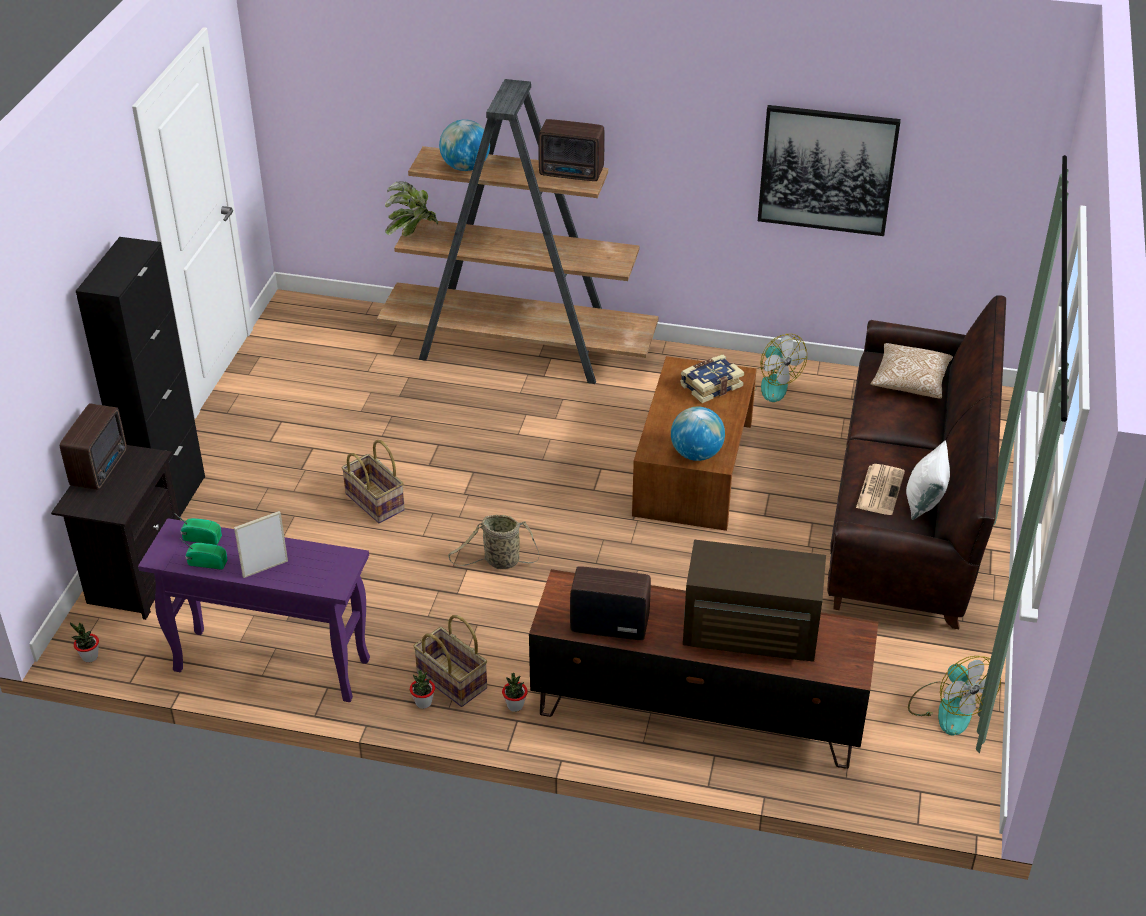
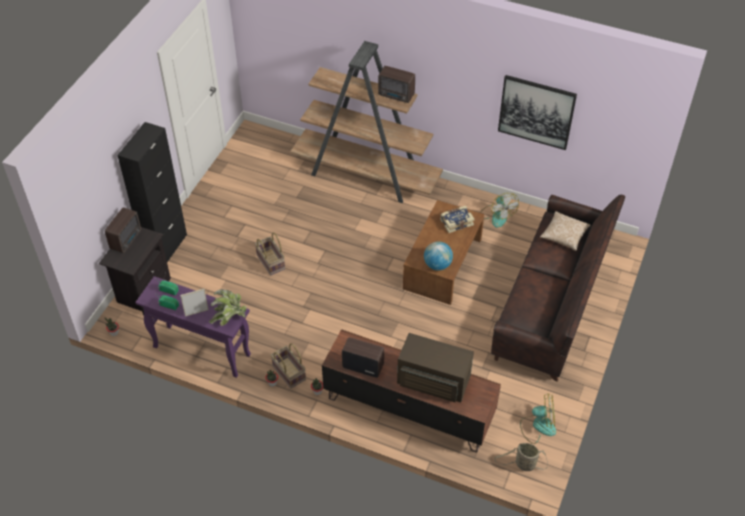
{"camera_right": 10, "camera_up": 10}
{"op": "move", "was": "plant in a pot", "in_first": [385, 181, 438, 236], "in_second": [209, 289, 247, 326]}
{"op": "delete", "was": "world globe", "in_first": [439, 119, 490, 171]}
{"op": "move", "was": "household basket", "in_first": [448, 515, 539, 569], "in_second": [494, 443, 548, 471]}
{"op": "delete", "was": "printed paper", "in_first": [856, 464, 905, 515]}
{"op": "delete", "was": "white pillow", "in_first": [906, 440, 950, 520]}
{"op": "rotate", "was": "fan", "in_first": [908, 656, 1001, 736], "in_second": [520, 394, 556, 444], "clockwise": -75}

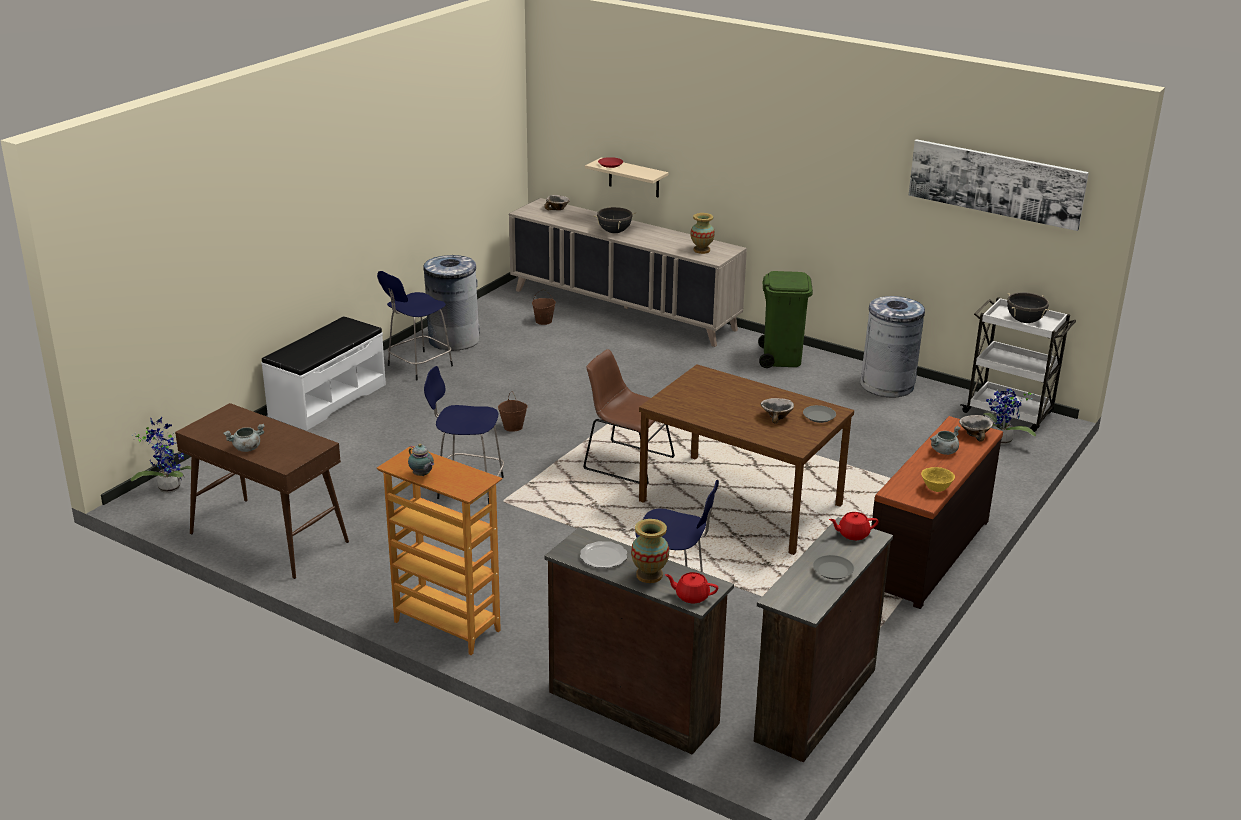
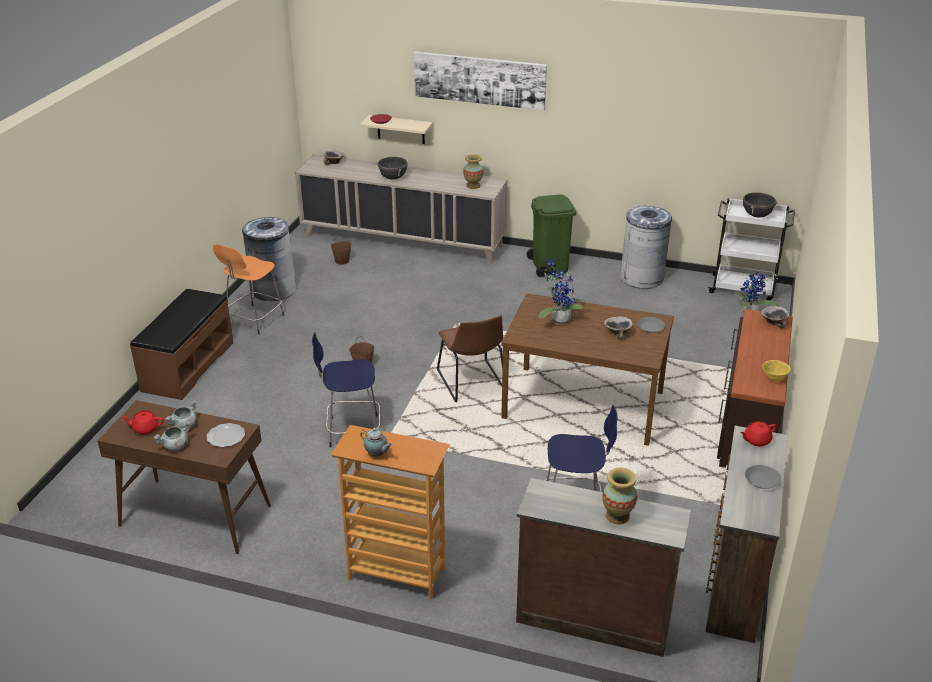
{"camera_right": -15, "camera_up": 5}
{"op": "move", "was": "plant in a pot", "in_first": [131, 417, 191, 493], "in_second": [539, 259, 586, 325]}
{"op": "recolor", "was": "white bench", "now": "brown-coloured bench", "in_first": [261, 316, 386, 431], "in_second": [130, 289, 234, 400]}
{"op": "recolor", "was": "blue-coloured sitting stool", "now": "orange sitting stool", "in_first": [377, 271, 453, 381], "in_second": [213, 244, 284, 334]}
{"op": "move", "was": "dinner plate", "in_first": [580, 541, 627, 568], "in_second": [206, 423, 245, 447]}
{"op": "rotate", "was": "brown-coloured chair", "in_first": [583, 349, 675, 485], "in_second": [437, 315, 503, 402], "clockwise": -120}
{"op": "move", "was": "reddish teapot", "in_first": [665, 572, 718, 603], "in_second": [121, 411, 164, 435]}
{"op": "move", "was": "wall picture", "in_first": [908, 139, 1089, 231], "in_second": [414, 52, 547, 111]}
{"op": "move", "was": "grey saucepot", "in_first": [930, 426, 960, 455], "in_second": [165, 400, 197, 429]}

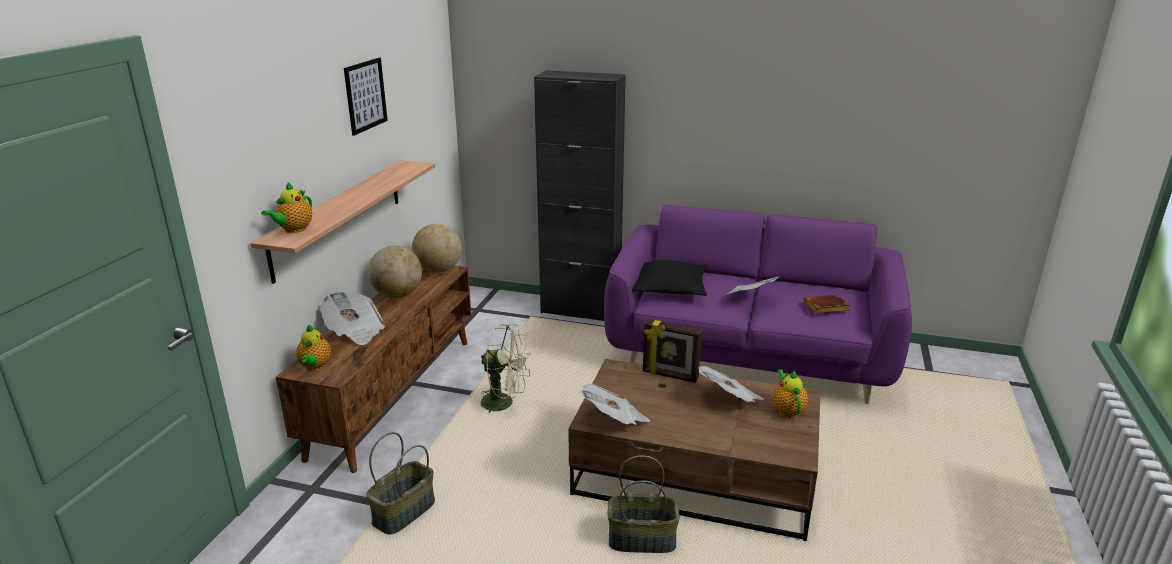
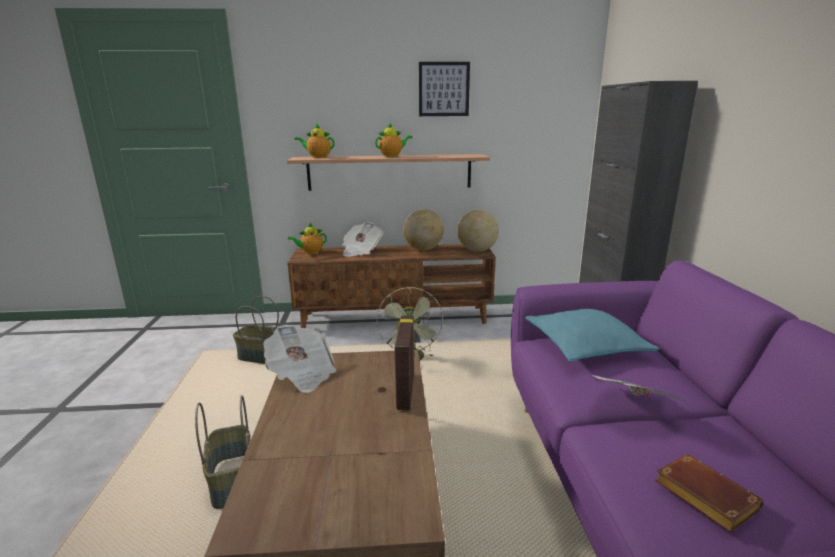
{"camera_right": 70, "camera_up": -5}
{"op": "recolor", "was": "black-coloured pillow", "now": "turquoise pillow", "in_first": [632, 260, 707, 296], "in_second": [525, 309, 659, 362]}
{"op": "delete", "was": "printed paper", "in_first": [698, 366, 764, 403]}
{"op": "move", "was": "teapot", "in_first": [773, 369, 808, 418], "in_second": [375, 122, 412, 157]}

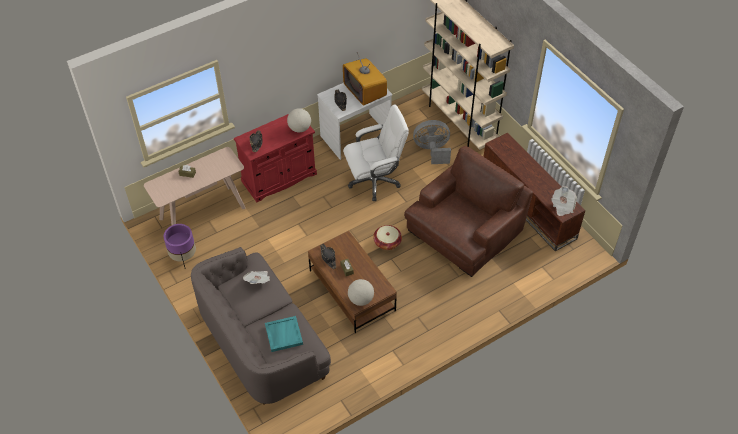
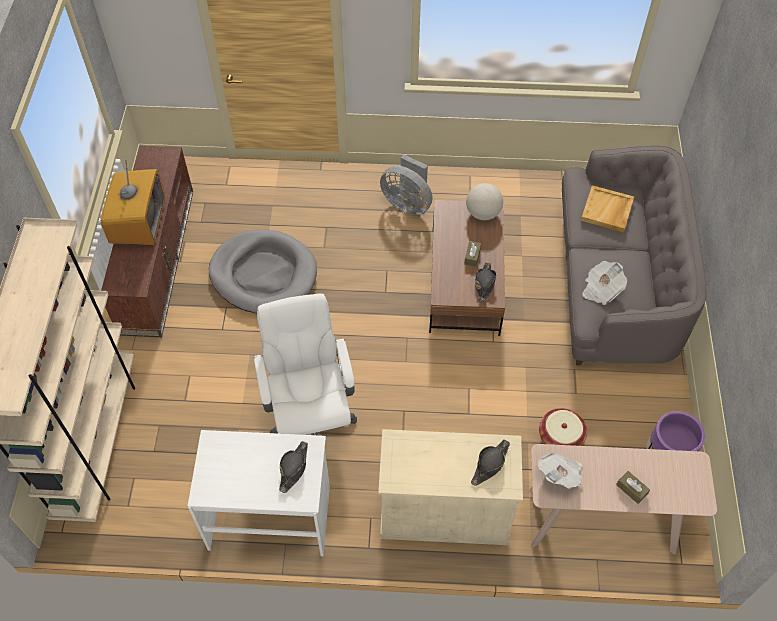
{"camera_right": -145, "camera_up": 5}
{"op": "recolor", "was": "reddish cupboard", "now": "sand-coloured cupboard", "in_first": [234, 114, 317, 202], "in_second": [378, 429, 523, 545]}
{"op": "recolor", "was": "turquoise serving tray", "now": "sand-coloured serving tray", "in_first": [265, 316, 303, 352], "in_second": [581, 185, 634, 232]}
{"op": "delete", "was": "world globe", "in_first": [287, 108, 311, 132]}
{"op": "move", "was": "television", "in_first": [343, 52, 387, 106], "in_second": [101, 160, 165, 245]}
{"op": "rotate", "was": "white office chair", "in_first": [343, 104, 409, 201], "in_second": [254, 294, 357, 435], "clockwise": 60}
{"op": "move", "was": "household basket", "in_first": [373, 225, 402, 250], "in_second": [539, 408, 587, 446]}
{"op": "replace", "was": "brown-coloured lounge chair", "now": "grey pet bed", "in_first": [404, 146, 533, 277], "in_second": [209, 230, 317, 313]}
{"op": "move", "was": "grey fan", "in_first": [413, 120, 451, 164], "in_second": [380, 154, 433, 215]}
{"op": "move", "was": "printed paper", "in_first": [551, 186, 577, 216], "in_second": [538, 452, 583, 488]}

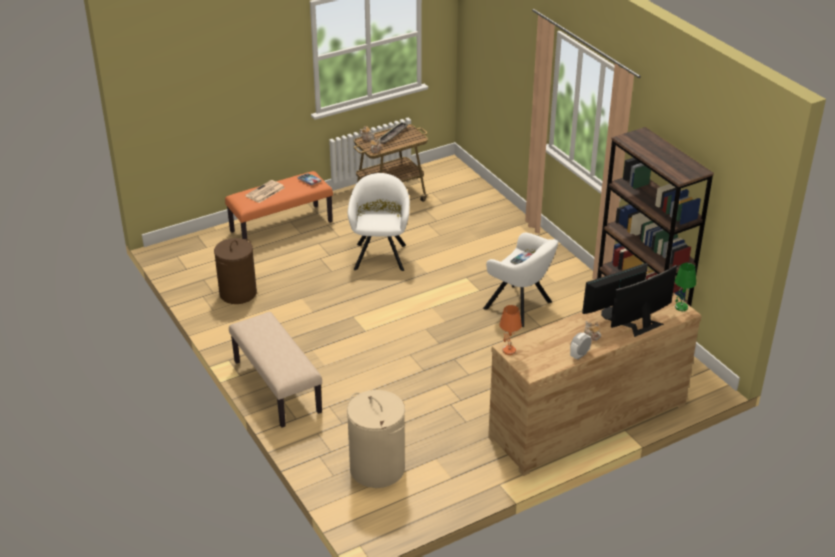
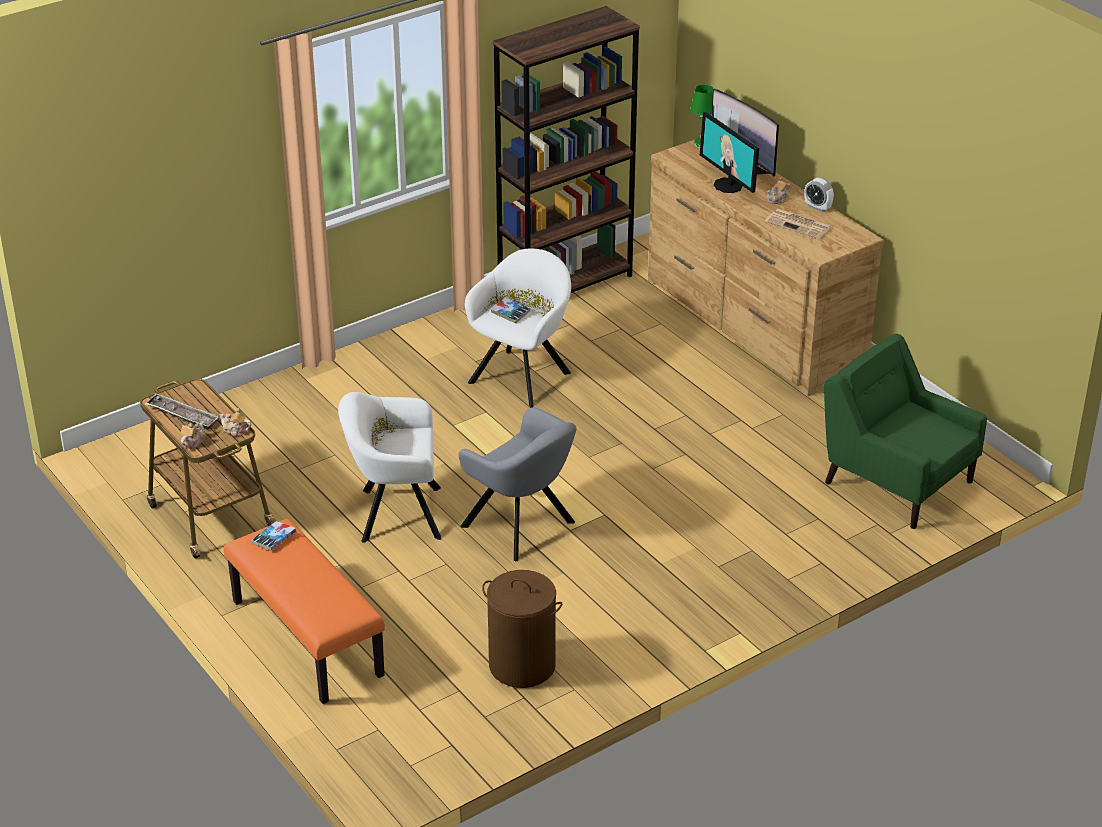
{"camera_right": -95, "camera_up": 0}
{"op": "delete", "was": "sand-coloured bench", "in_first": [229, 312, 322, 428]}
{"op": "move", "was": "printed paper", "in_first": [245, 180, 285, 203], "in_second": [765, 209, 832, 239]}
{"op": "replace", "was": "sand-coloured laundry basket", "now": "green lounge chair", "in_first": [347, 390, 405, 488], "in_second": [824, 334, 987, 529]}
{"op": "delete", "was": "orange lamp for a table", "in_first": [499, 305, 522, 355]}
{"op": "insert", "now": "grey lounge chair", "in_second": [459, 407, 577, 561]}

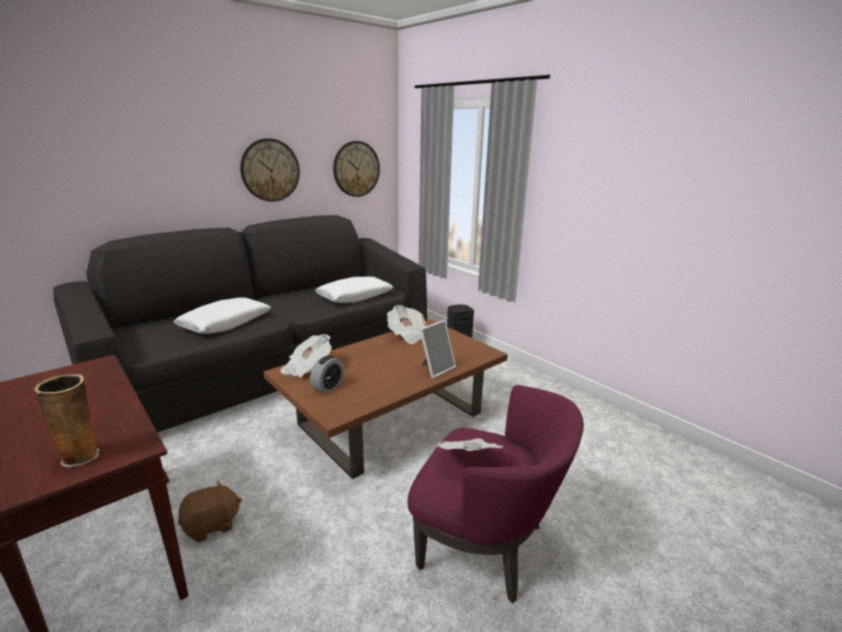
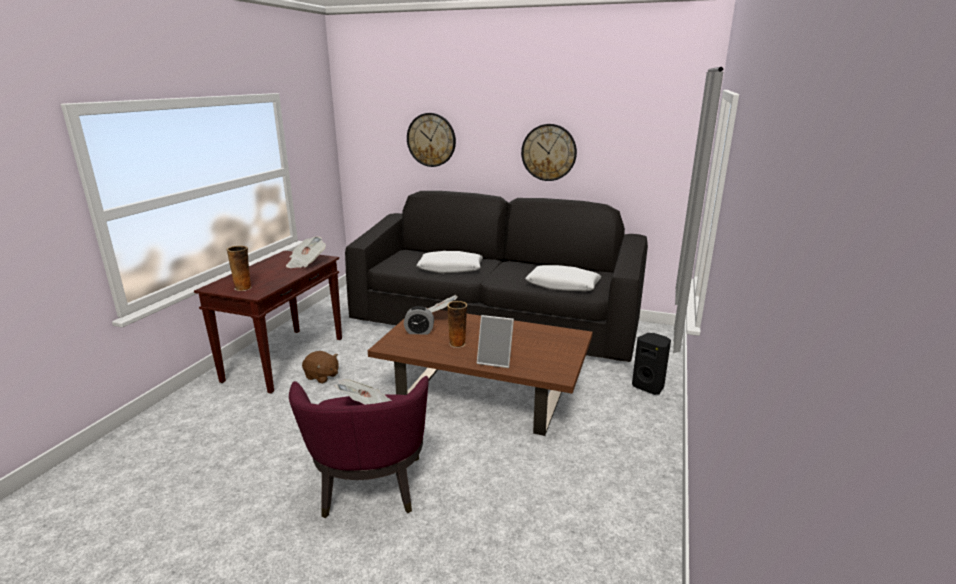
{"camera_right": 60, "camera_up": 0}
{"op": "move", "was": "wall clock", "in_first": [333, 141, 380, 197], "in_second": [407, 113, 456, 167]}
{"op": "move", "was": "printed paper", "in_first": [387, 305, 426, 344], "in_second": [286, 236, 326, 268]}
{"op": "insert", "now": "decorative vase", "in_second": [447, 301, 467, 348]}

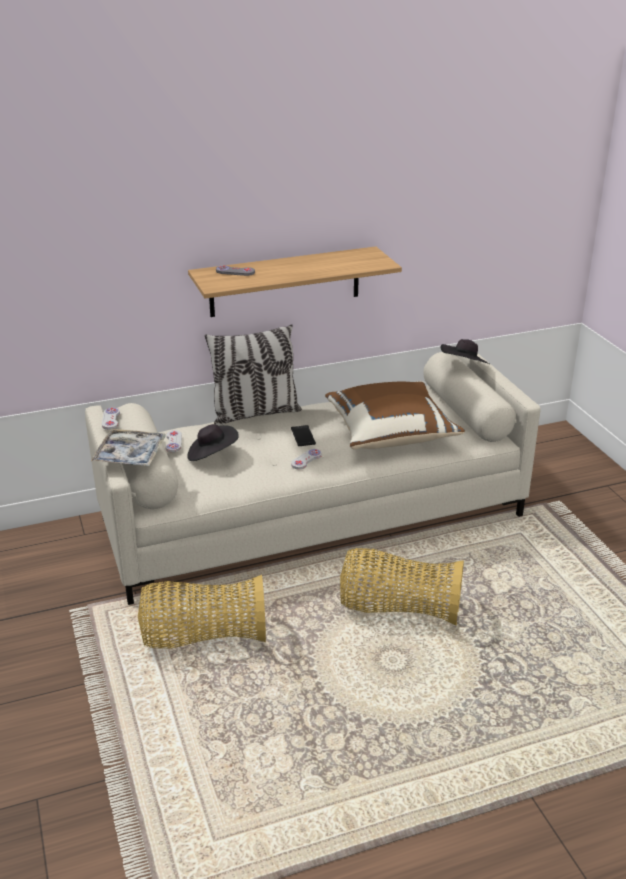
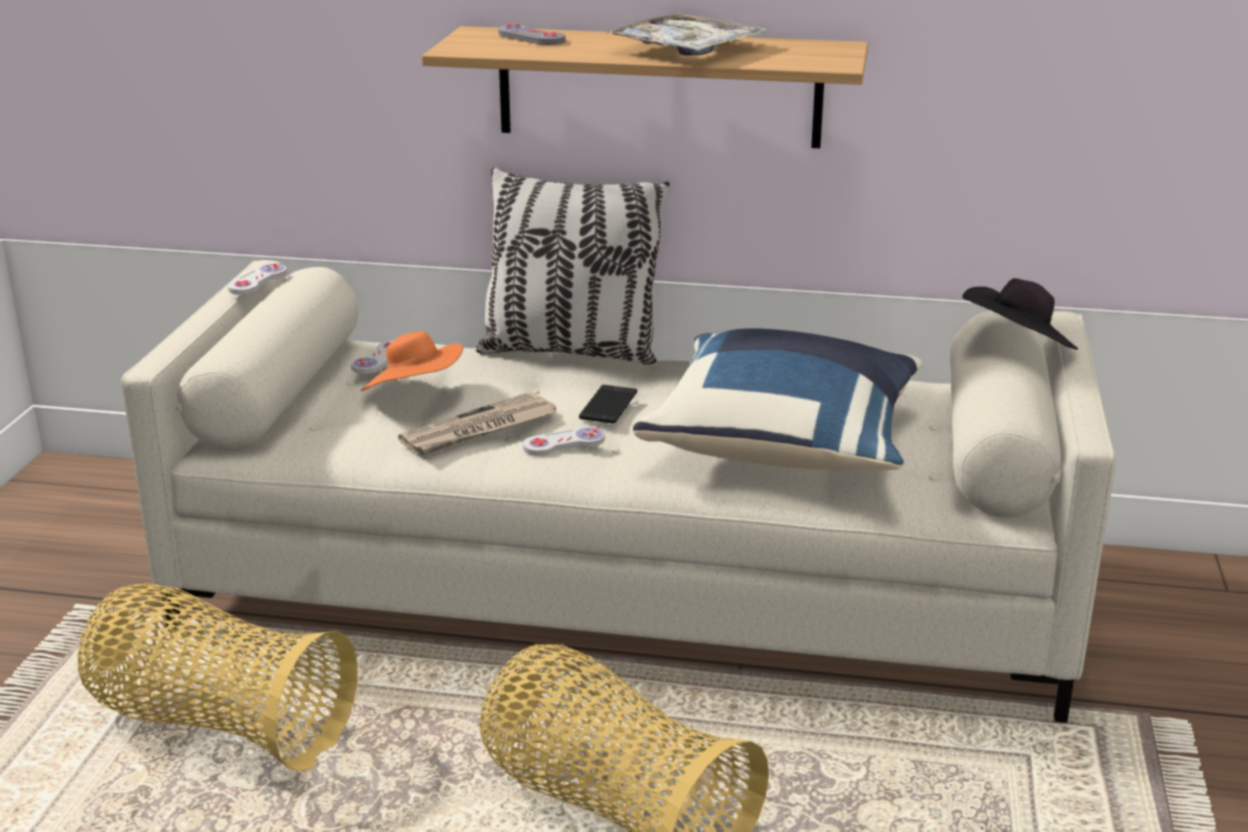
{"camera_right": 30, "camera_up": -5}
{"op": "move", "was": "serving tray", "in_first": [91, 429, 166, 466], "in_second": [604, 13, 767, 55]}
{"op": "recolor", "was": "black-coloured clothing hat", "now": "orange clothing hat", "in_first": [187, 424, 239, 461], "in_second": [361, 331, 463, 392]}
{"op": "recolor", "was": "brown-coloured pillow", "now": "blue-coloured pillow", "in_first": [325, 381, 465, 450], "in_second": [633, 328, 922, 470]}
{"op": "insert", "now": "printed paper", "in_second": [398, 392, 556, 456]}

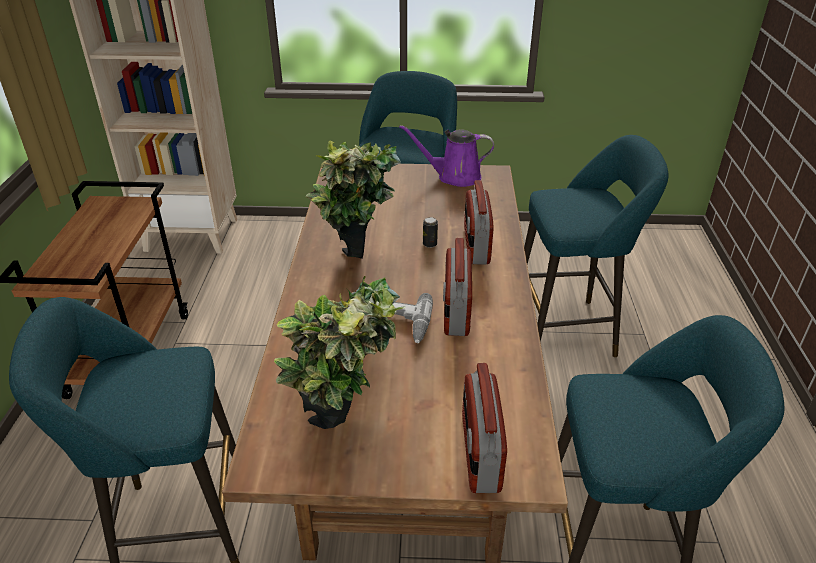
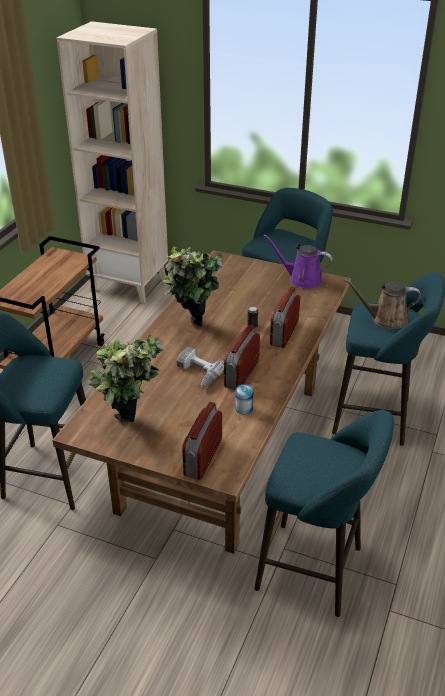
{"camera_right": 20, "camera_up": 0}
{"op": "insert", "now": "sealed can", "in_second": [235, 384, 253, 414]}
{"op": "insert", "now": "brown-coloured watering can", "in_second": [344, 279, 421, 329]}

